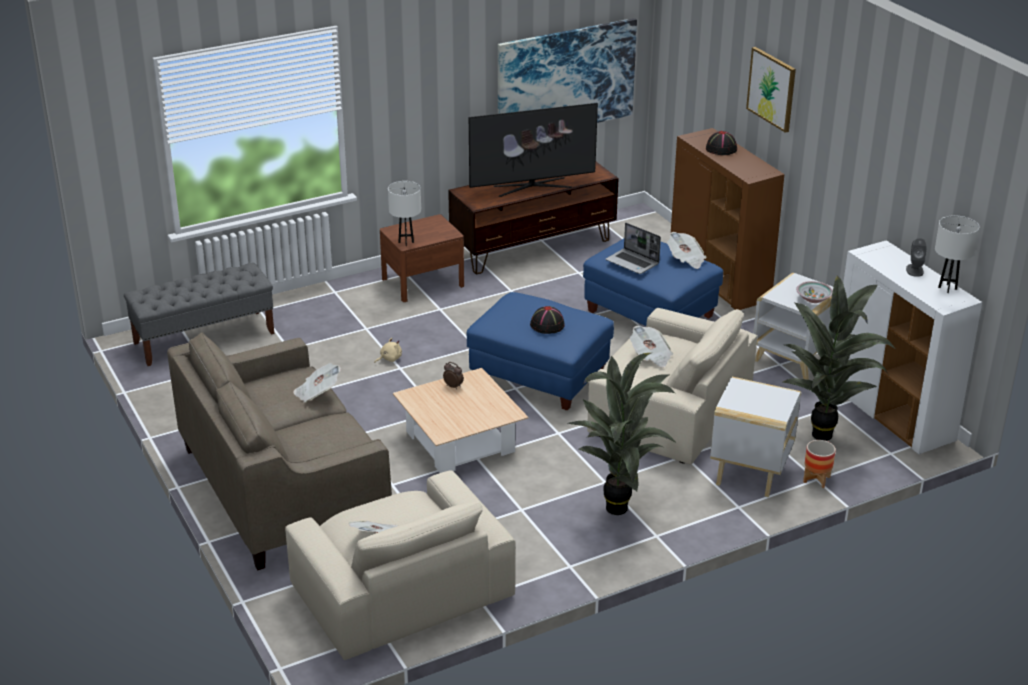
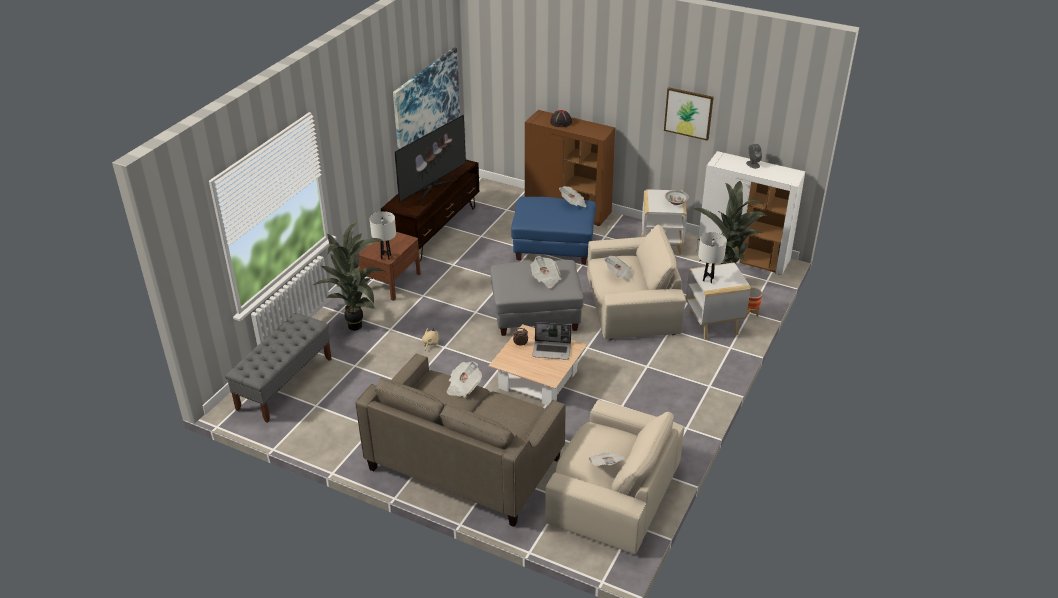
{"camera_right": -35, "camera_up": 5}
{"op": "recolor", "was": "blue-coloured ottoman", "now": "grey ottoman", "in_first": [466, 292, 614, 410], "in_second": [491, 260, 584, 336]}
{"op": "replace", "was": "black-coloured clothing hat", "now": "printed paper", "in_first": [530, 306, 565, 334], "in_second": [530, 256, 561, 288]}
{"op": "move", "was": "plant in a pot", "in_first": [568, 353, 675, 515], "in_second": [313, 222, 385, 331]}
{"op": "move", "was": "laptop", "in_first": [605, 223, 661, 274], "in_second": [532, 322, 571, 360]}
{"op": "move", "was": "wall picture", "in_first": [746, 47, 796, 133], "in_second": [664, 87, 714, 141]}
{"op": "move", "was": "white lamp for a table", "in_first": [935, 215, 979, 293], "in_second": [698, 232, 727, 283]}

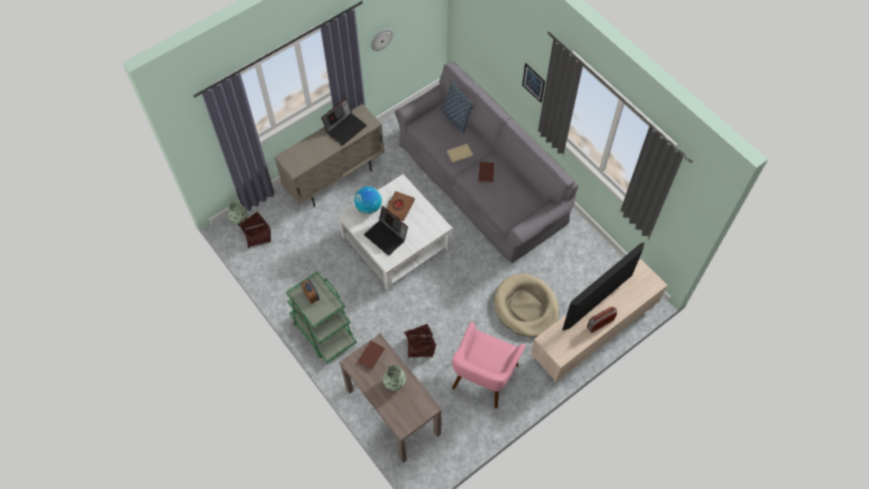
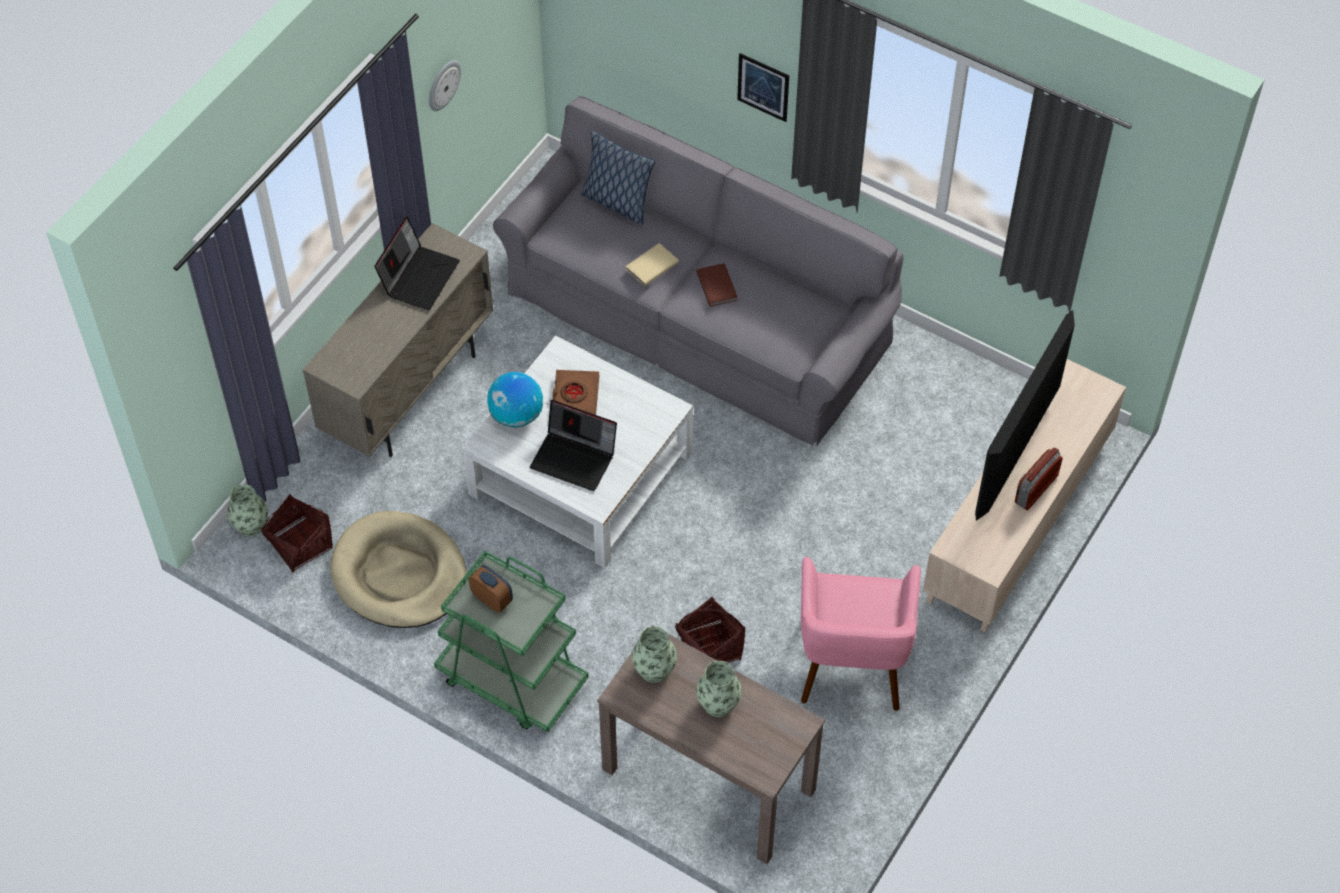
{"camera_right": -20, "camera_up": -5}
{"op": "replace", "was": "brown-coloured volume", "now": "decorative vase", "in_first": [357, 341, 385, 370], "in_second": [632, 626, 677, 683]}
{"op": "move", "was": "sand-coloured pet bed", "in_first": [494, 274, 559, 337], "in_second": [330, 511, 467, 628]}

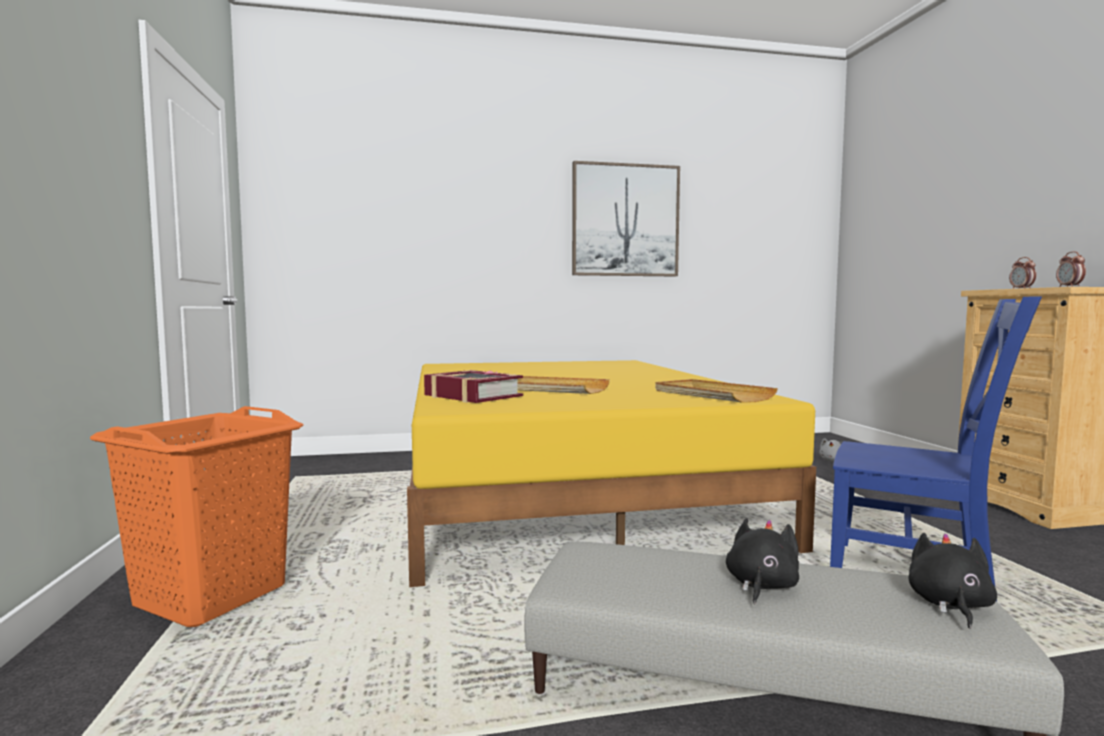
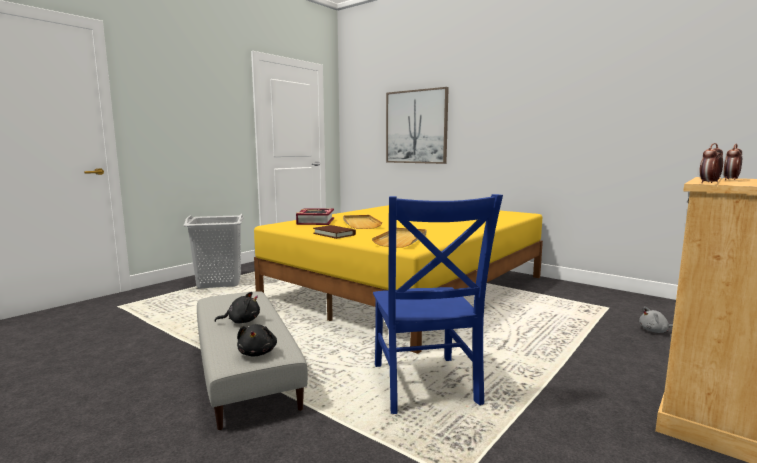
{"camera_right": 50, "camera_up": 5}
{"op": "recolor", "was": "orange laundry basket", "now": "grey laundry basket", "in_first": [90, 406, 303, 627], "in_second": [183, 214, 244, 288]}
{"op": "move", "was": "wall picture", "in_first": [572, 161, 680, 277], "in_second": [386, 87, 449, 164]}
{"op": "rotate", "was": "black-coloured plush toy", "in_first": [908, 533, 997, 629], "in_second": [237, 324, 277, 357], "clockwise": 105}
{"op": "insert", "now": "brown-coloured volume", "in_second": [313, 225, 356, 239]}

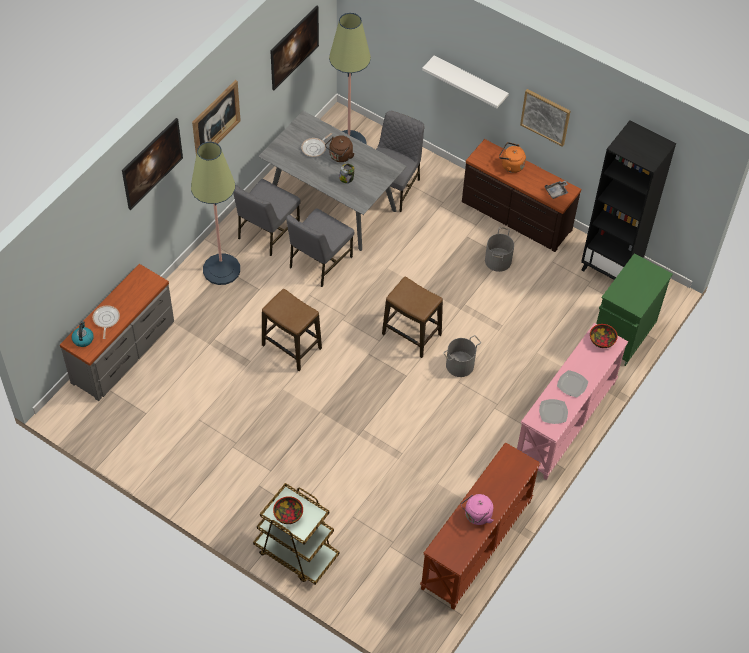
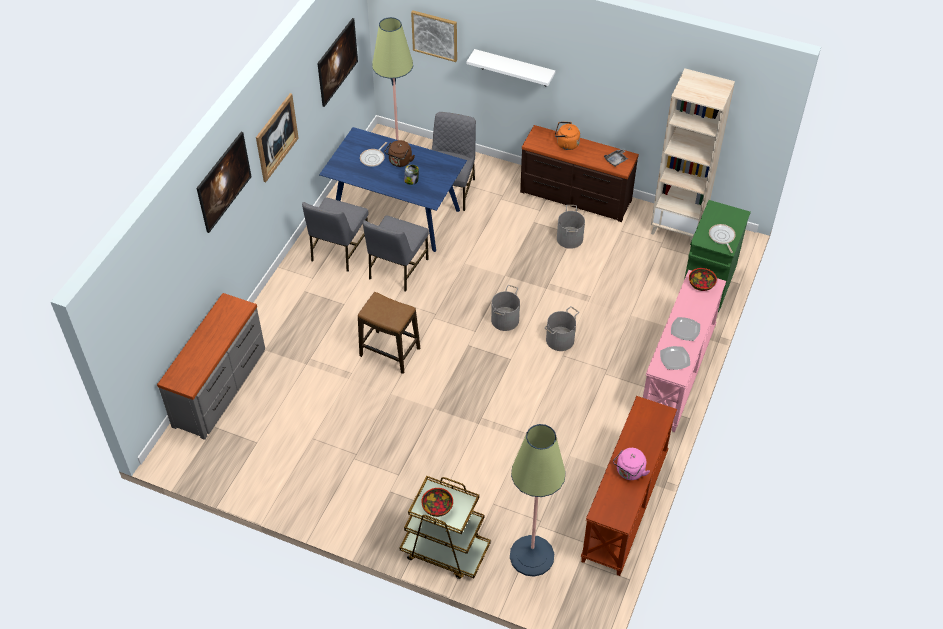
{"camera_right": -10, "camera_up": -5}
{"op": "delete", "was": "kettle", "in_first": [72, 321, 94, 347]}
{"op": "move", "was": "skillet", "in_first": [93, 305, 120, 339], "in_second": [709, 224, 736, 253]}
{"op": "move", "was": "standard lamp", "in_first": [191, 142, 240, 285], "in_second": [510, 424, 566, 577]}
{"op": "recolor", "was": "grey dinner table", "now": "blue-coloured dinner table", "in_first": [258, 111, 407, 251], "in_second": [319, 127, 467, 252]}
{"op": "replace", "was": "sitting stool", "now": "grey bucket", "in_first": [382, 277, 443, 358], "in_second": [491, 285, 520, 331]}
{"op": "move", "was": "wall picture", "in_first": [520, 89, 570, 147], "in_second": [411, 10, 457, 62]}
{"op": "recolor", "was": "black-coloured bookcase", "now": "sand-coloured bookcase", "in_first": [581, 120, 676, 280], "in_second": [651, 68, 735, 241]}

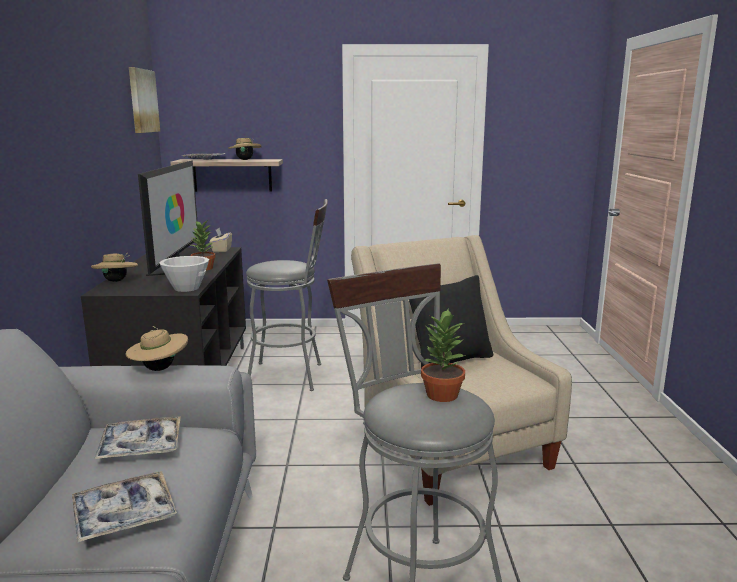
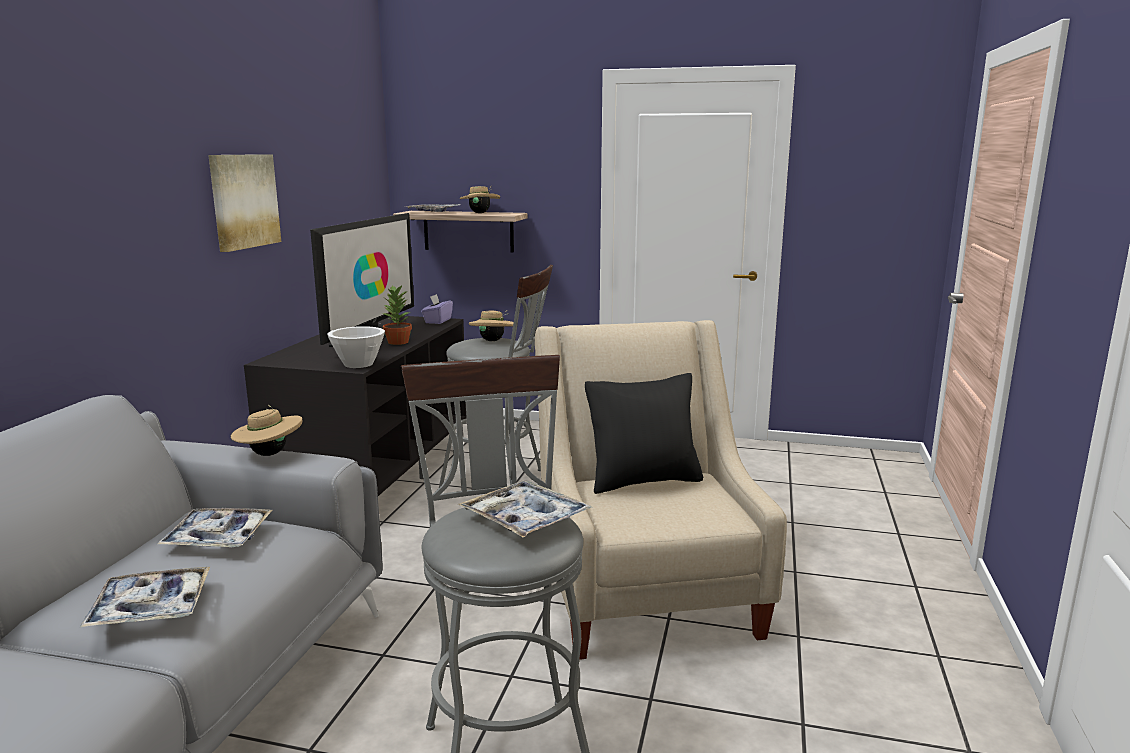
{"camera_right": 15, "camera_up": 0}
{"op": "move", "was": "sand-coloured clothing hat", "in_first": [91, 253, 138, 282], "in_second": [469, 310, 514, 341]}
{"op": "move", "was": "wall picture", "in_first": [129, 67, 160, 133], "in_second": [208, 154, 281, 252]}
{"op": "recolor", "was": "sand-coloured box of tissues", "now": "purplish box of tissues", "in_first": [209, 228, 232, 252], "in_second": [421, 294, 453, 324]}
{"op": "replace", "was": "plant in a pot", "now": "serving tray", "in_first": [421, 309, 466, 402], "in_second": [458, 480, 592, 538]}

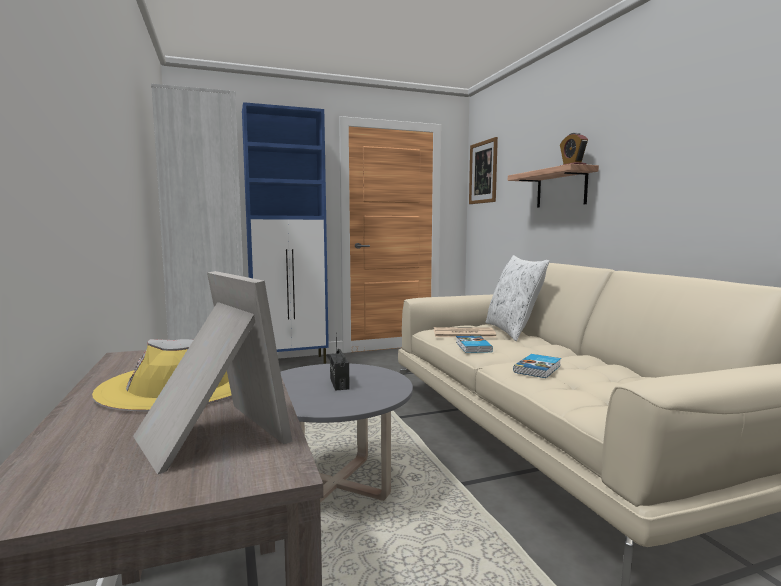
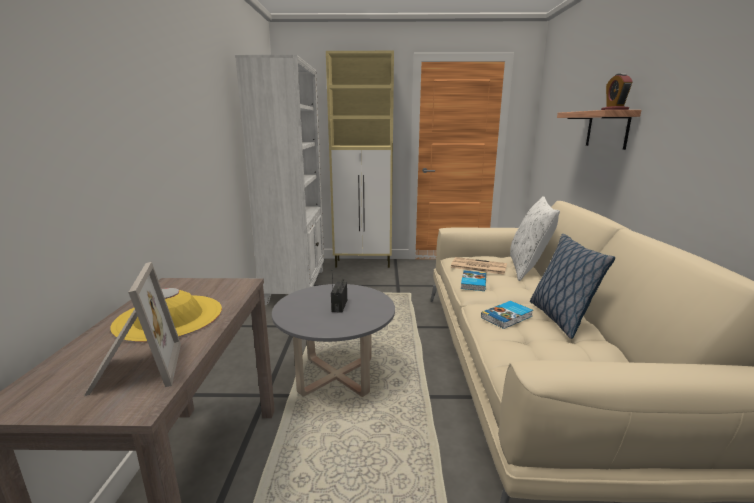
{"camera_right": 20, "camera_up": 10}
{"op": "recolor", "was": "blue-coloured cupboard", "now": "sand-coloured cupboard", "in_first": [242, 102, 329, 364], "in_second": [326, 51, 394, 268]}
{"op": "delete", "was": "wall picture", "in_first": [469, 137, 498, 204]}
{"op": "insert", "now": "pillow", "in_second": [530, 234, 615, 339]}

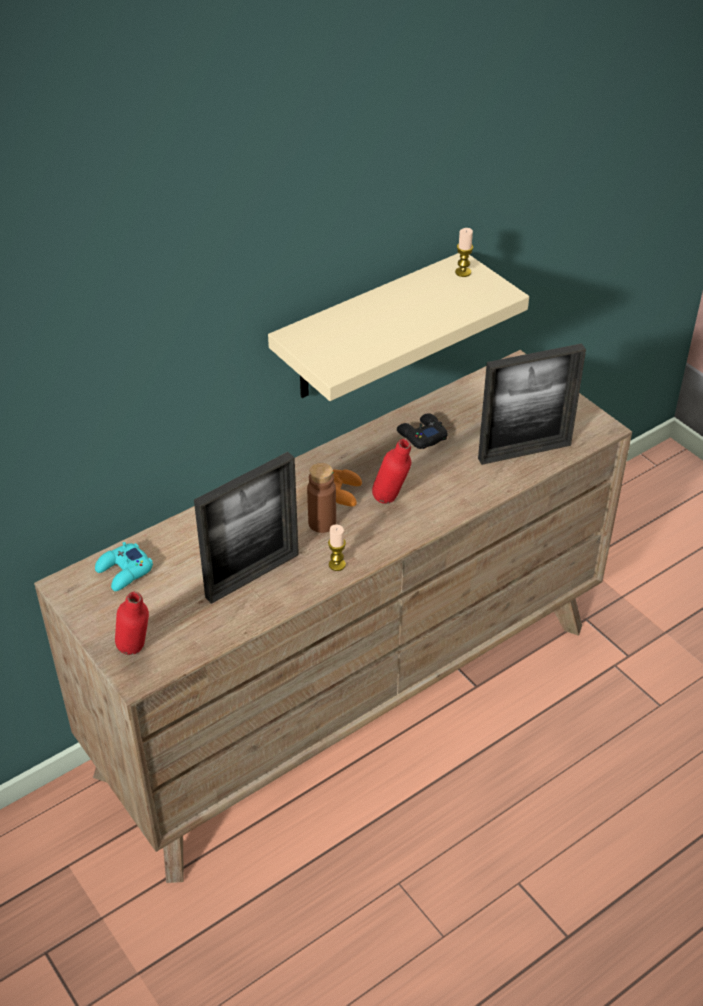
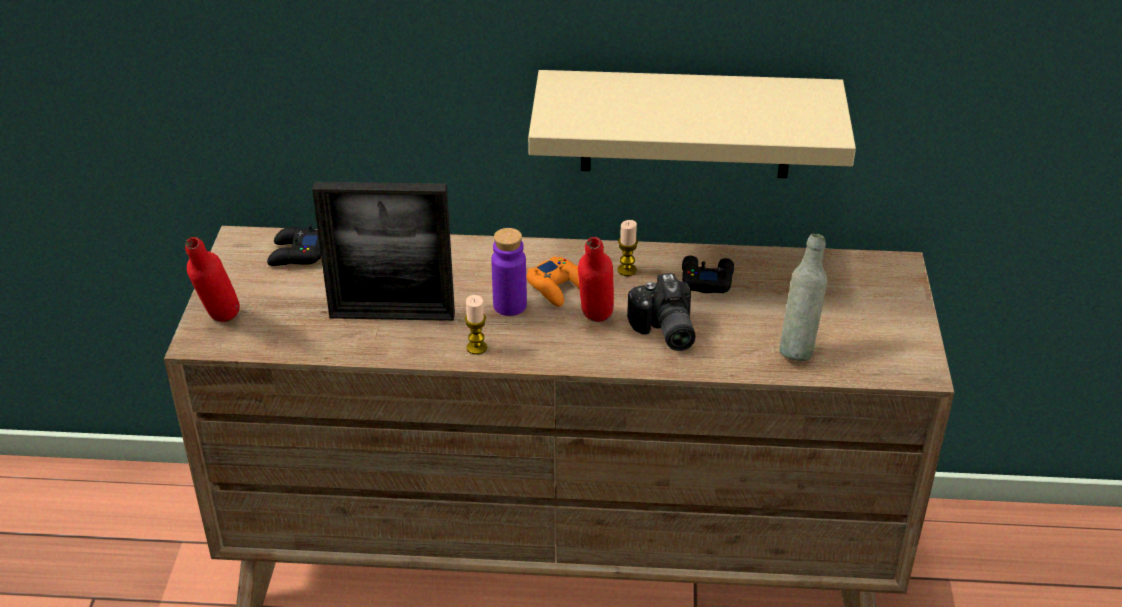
{"camera_right": 40, "camera_up": -5}
{"op": "recolor", "was": "turquoise joypad", "now": "black-coloured joypad", "in_first": [95, 542, 153, 591], "in_second": [267, 225, 321, 266]}
{"op": "recolor", "was": "brown-coloured bottle", "now": "purplish bottle", "in_first": [307, 463, 336, 533], "in_second": [491, 228, 527, 316]}
{"op": "move", "was": "candle", "in_first": [455, 228, 473, 277], "in_second": [617, 220, 638, 276]}
{"op": "replace", "was": "photo frame", "now": "grey bottle", "in_first": [478, 343, 586, 465], "in_second": [780, 234, 827, 361]}
{"op": "insert", "now": "still camera", "in_second": [627, 273, 695, 351]}

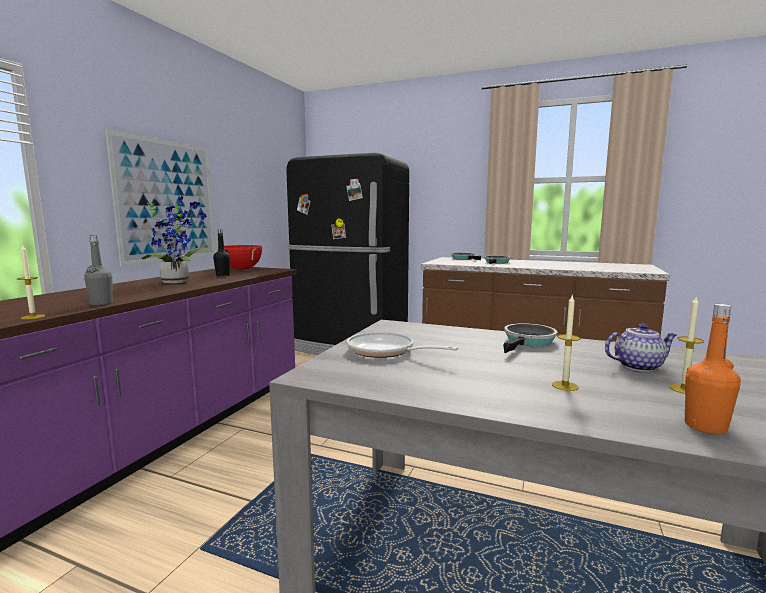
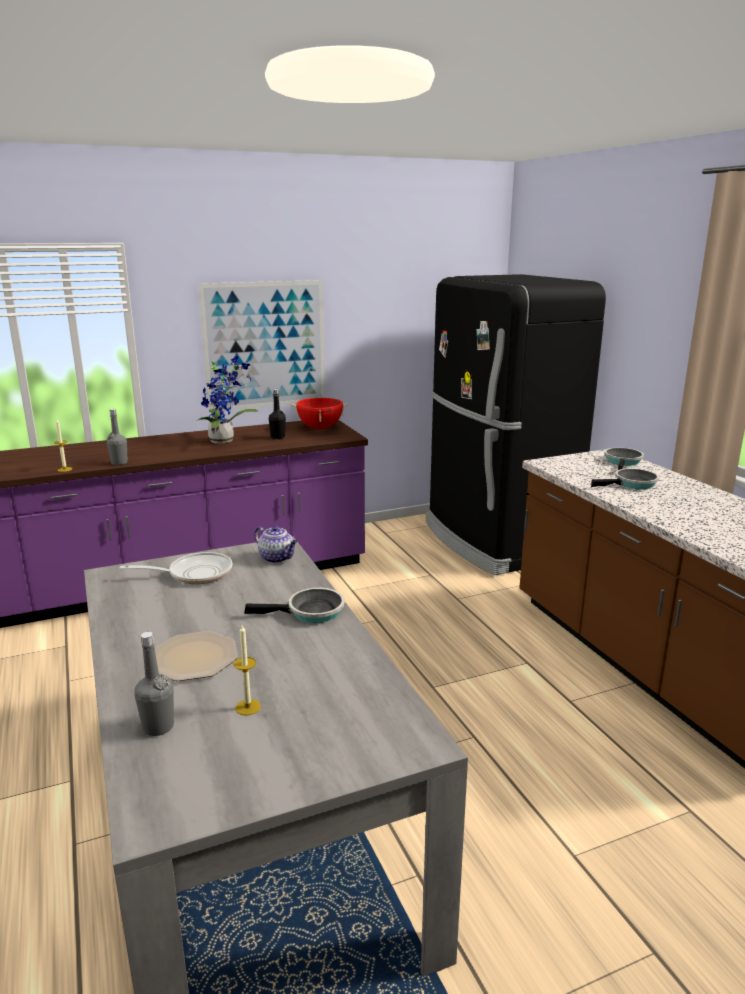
{"camera_right": 45, "camera_up": 10}
{"op": "rotate", "was": "skillet", "in_first": [347, 332, 458, 358], "in_second": [120, 552, 232, 584], "clockwise": 90}
{"op": "replace", "was": "candle", "now": "dinner plate", "in_first": [552, 295, 581, 391], "in_second": [155, 631, 237, 681]}
{"op": "move", "was": "teapot", "in_first": [605, 323, 677, 372], "in_second": [254, 526, 298, 563]}
{"op": "recolor", "was": "orange bottle", "now": "grey bottle", "in_first": [685, 304, 741, 434], "in_second": [134, 632, 174, 736]}

